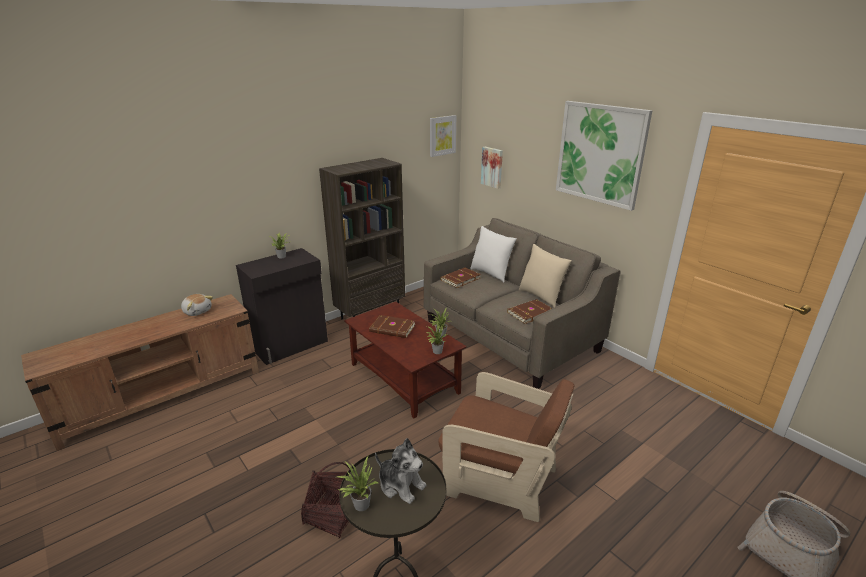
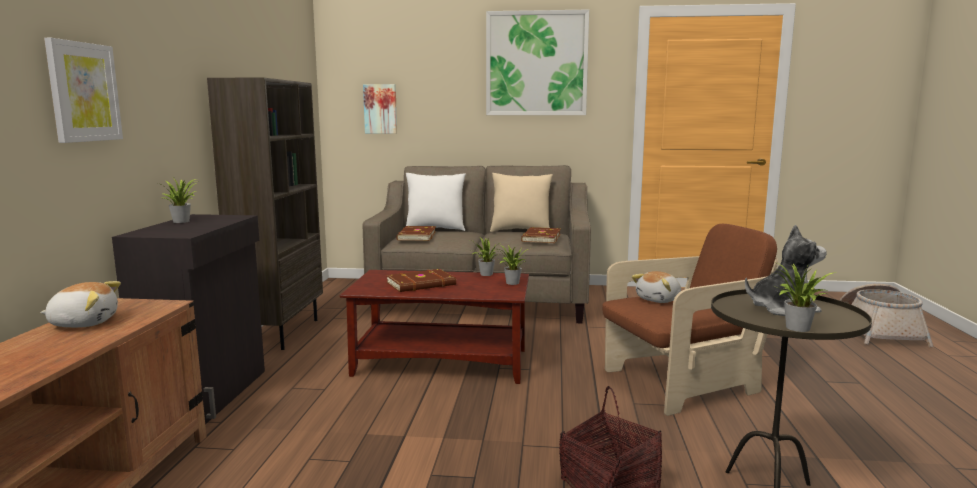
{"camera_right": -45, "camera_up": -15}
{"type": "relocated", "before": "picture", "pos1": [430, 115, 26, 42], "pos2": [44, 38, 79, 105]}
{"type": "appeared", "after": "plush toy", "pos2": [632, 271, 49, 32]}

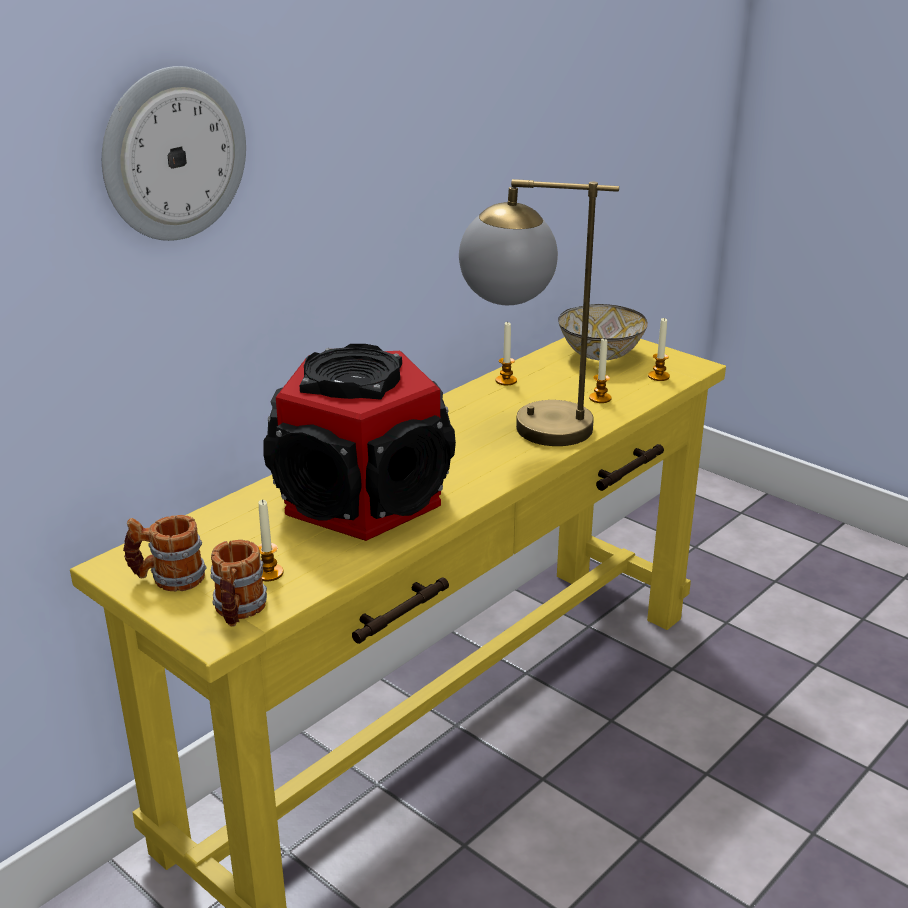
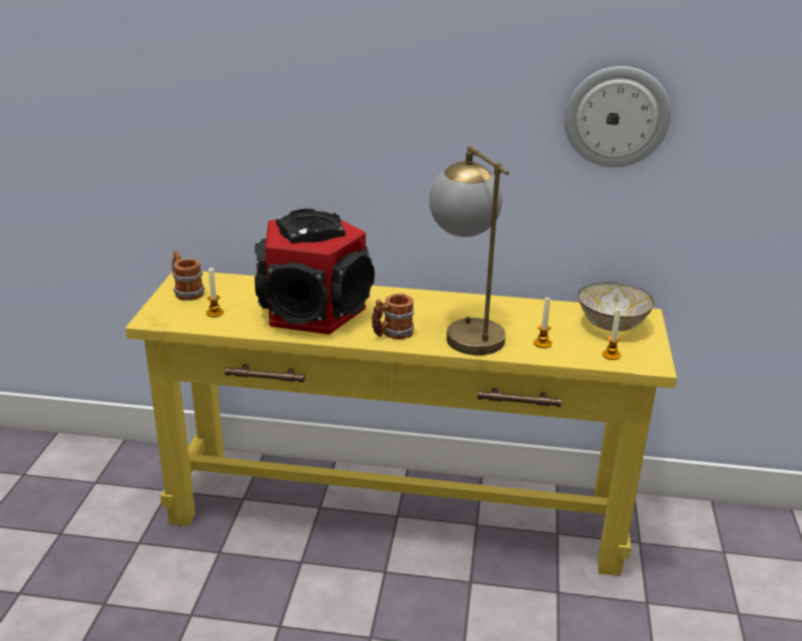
{"camera_right": 55, "camera_up": 0}
{"type": "relocated", "before": "wall clock", "pos1": [102, 66, 144, 175], "pos2": [565, 66, 106, 102]}
{"type": "relocated", "before": "mug", "pos1": [210, 540, 57, 86], "pos2": [372, 293, 42, 46]}
{"type": "missing", "before": "candle", "pos1": [496, 322, 21, 63]}

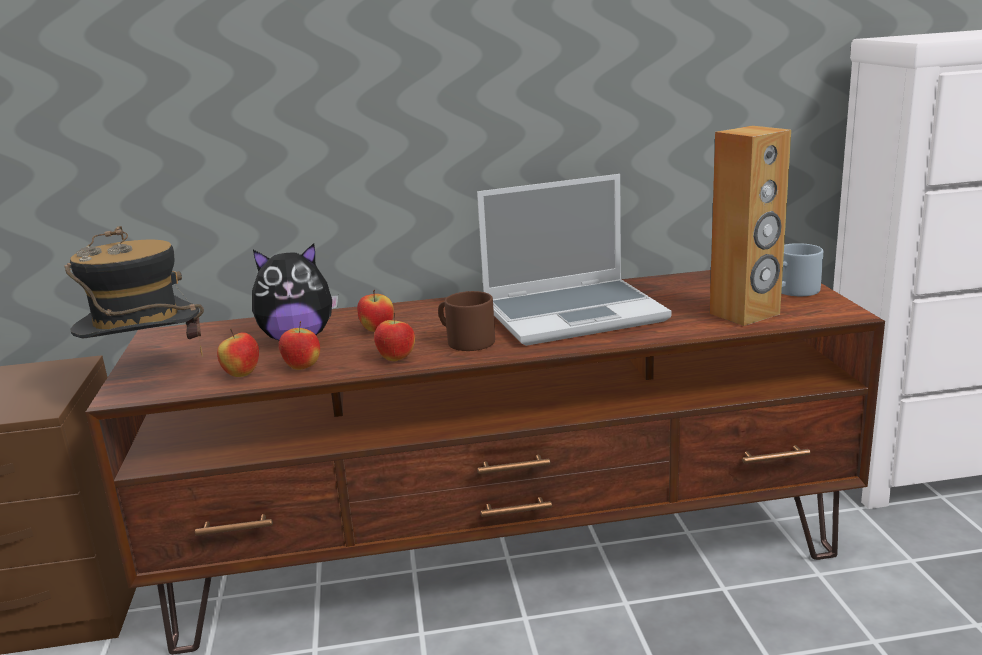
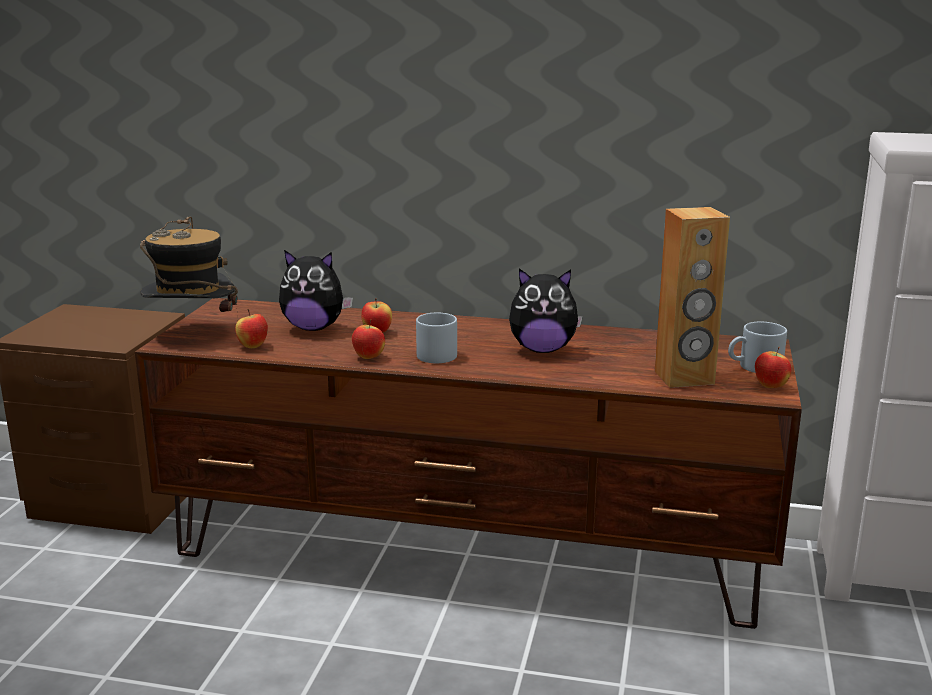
{"camera_right": 20, "camera_up": 0}
{"type": "relocated", "before": "apple", "pos1": [279, 321, 41, 49], "pos2": [755, 347, 36, 41]}
{"type": "colour", "before": "brown mug", "after": "grey mug", "pos1": [438, 291, 57, 60], "pos2": [416, 312, 41, 51]}
{"type": "exchanged", "before": "laptop", "after": "plush toy", "pos1": [477, 174, 194, 172], "pos2": [509, 269, 74, 84]}

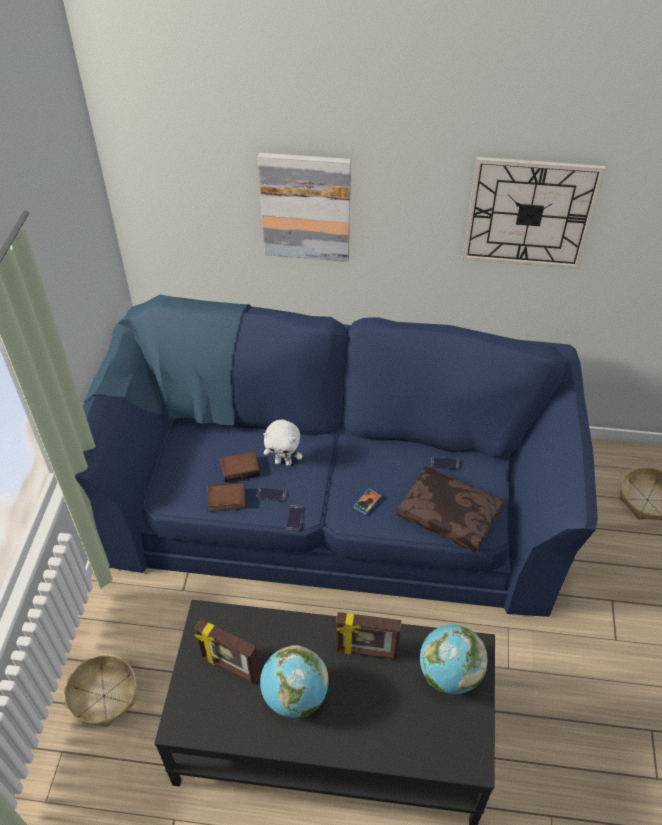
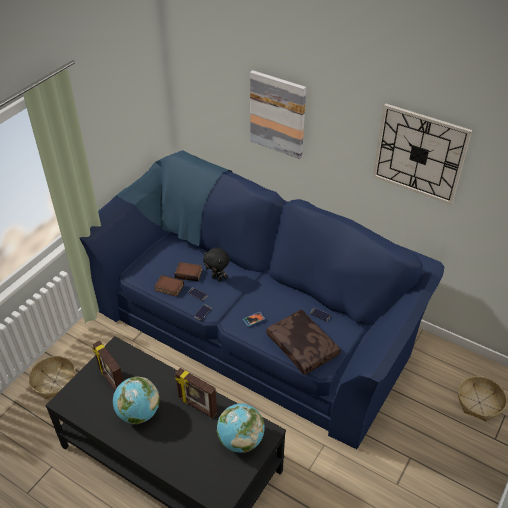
{"camera_right": 25, "camera_up": -5}
{"type": "colour", "before": "white plush toy", "after": "black plush toy", "pos1": [263, 420, 39, 46], "pos2": [203, 247, 27, 35]}

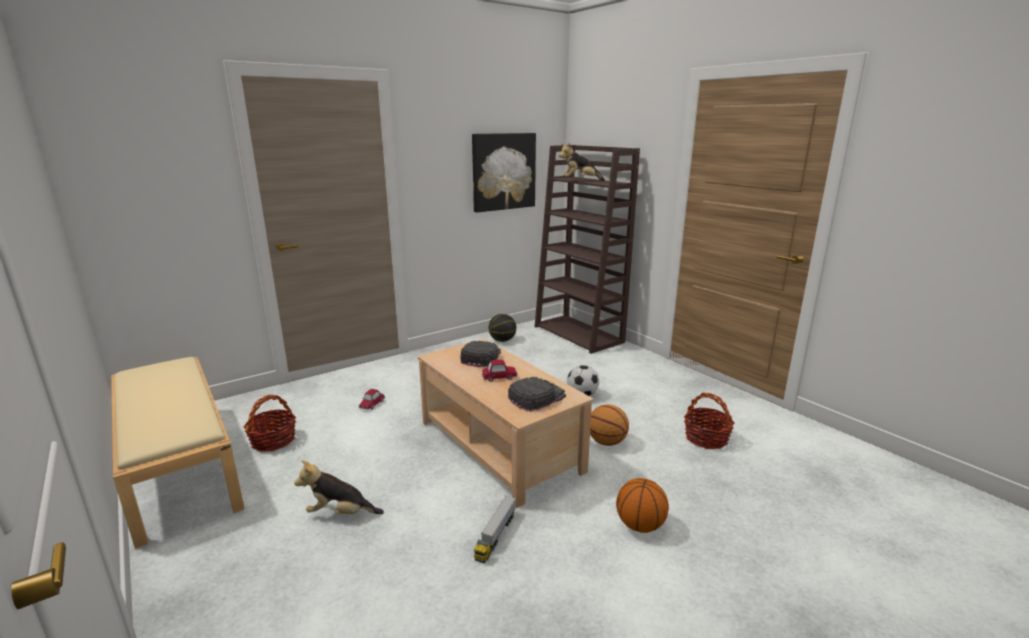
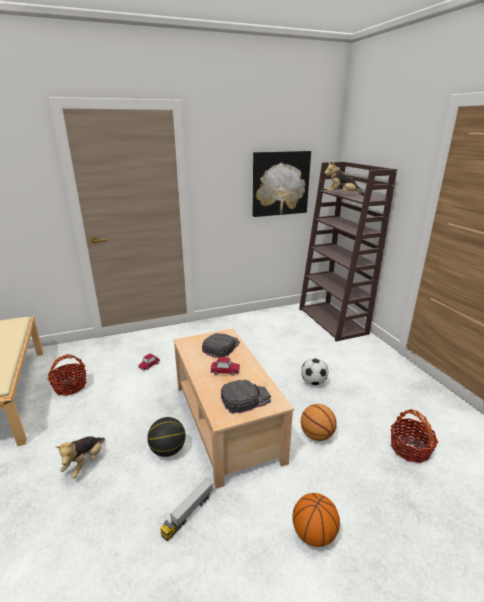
{"camera_right": 15, "camera_up": 5}
{"type": "spun", "before": "plush toy", "pos1": [294, 460, 90, 54], "pos2": [55, 436, 50, 42], "turn": -90}
{"type": "relocated", "before": "basketball", "pos1": [489, 314, 27, 28], "pos2": [147, 417, 39, 40]}

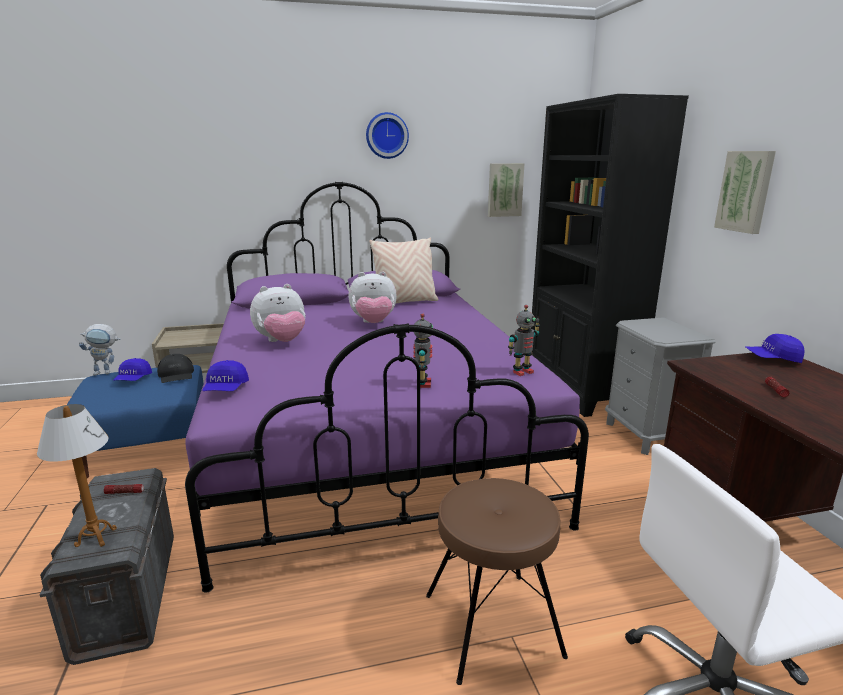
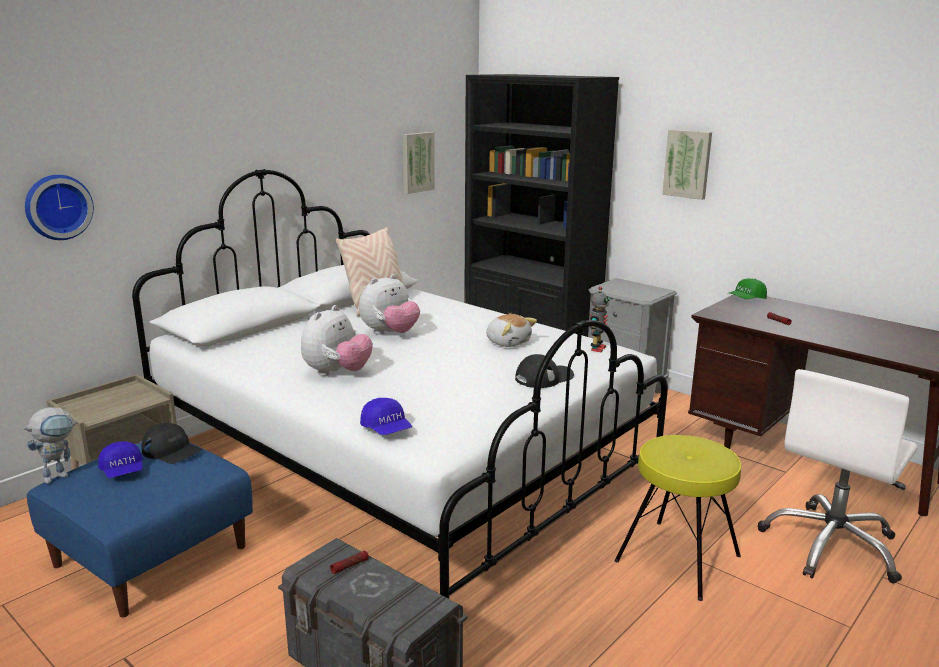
{"camera_right": -35, "camera_up": 0}
{"type": "missing", "before": "table lamp", "pos1": [37, 404, 80, 143]}
{"type": "colour", "before": "purple bed", "after": "white bed", "pos1": [185, 182, 404, 411], "pos2": [132, 169, 536, 430]}
{"type": "relocated", "before": "wall clock", "pos1": [366, 112, 43, 47], "pos2": [25, 175, 69, 65]}
{"type": "exchanged", "before": "toy robot", "after": "black cap", "pos1": [413, 313, 20, 75], "pos2": [515, 354, 59, 34]}
{"type": "colour", "before": "brown stool", "after": "yellow stool", "pos1": [426, 478, 142, 207], "pos2": [615, 435, 126, 166]}
{"type": "colour", "before": "blue cap", "after": "green cap", "pos1": [746, 334, 58, 29], "pos2": [729, 279, 38, 20]}
{"type": "appeared", "after": "plush toy", "pos2": [486, 314, 51, 33]}

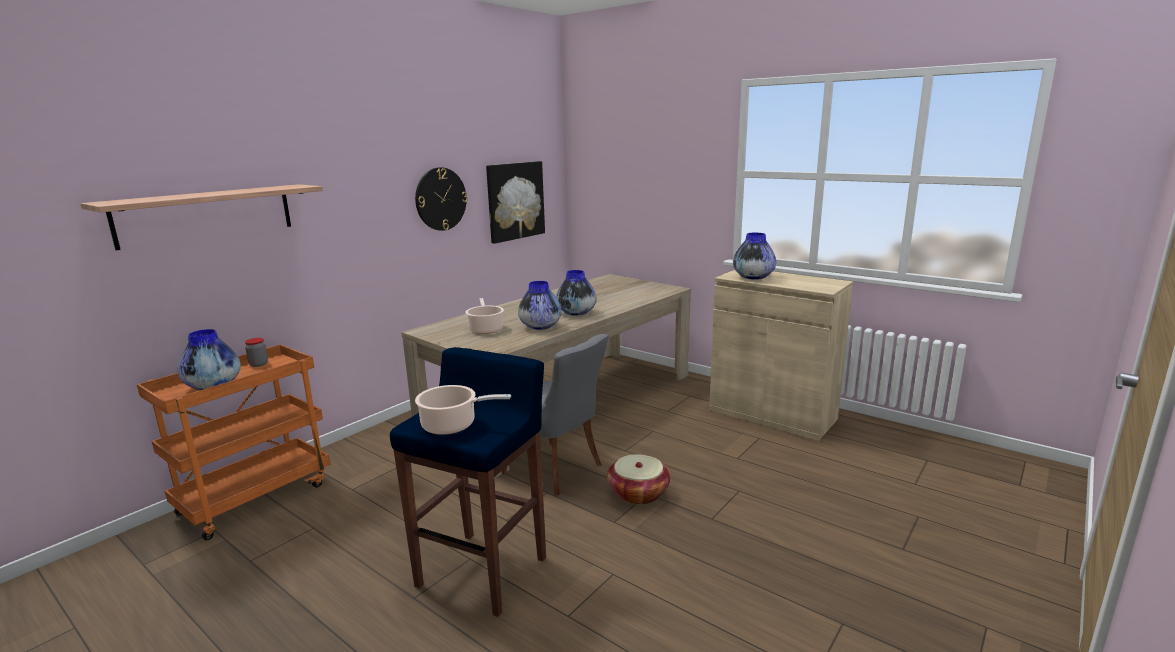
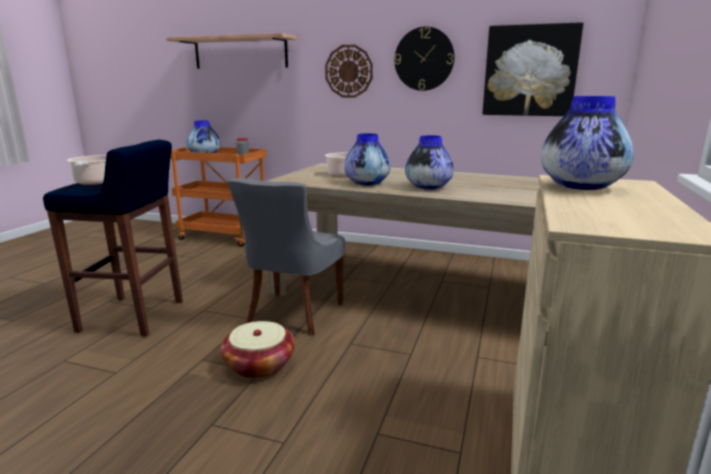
{"camera_right": 70, "camera_up": 0}
{"type": "appeared", "after": "wall clock", "pos2": [325, 45, 48, 53]}

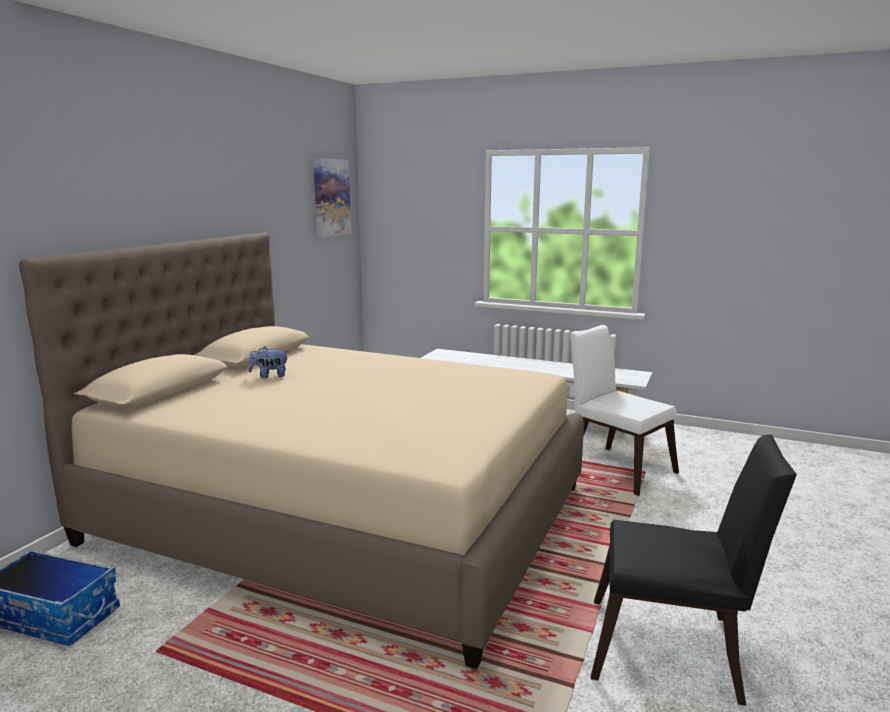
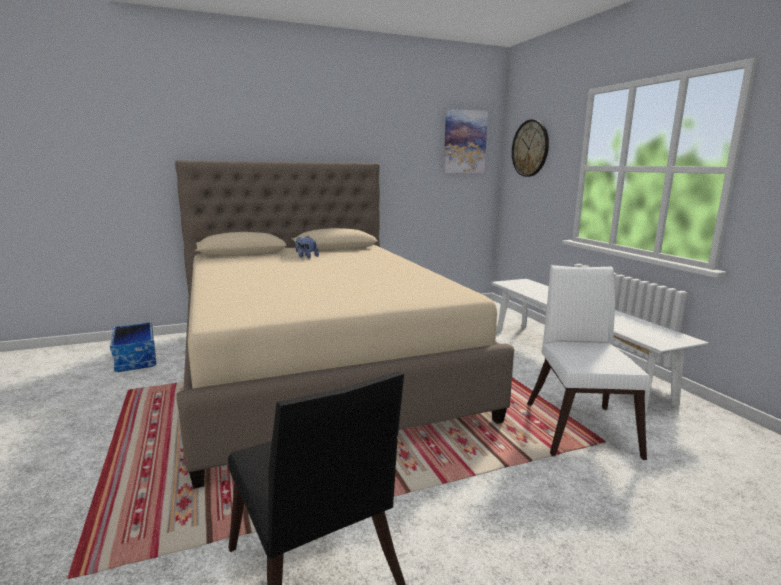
{"camera_right": 45, "camera_up": 0}
{"type": "appeared", "after": "wall clock", "pos2": [512, 119, 37, 58]}

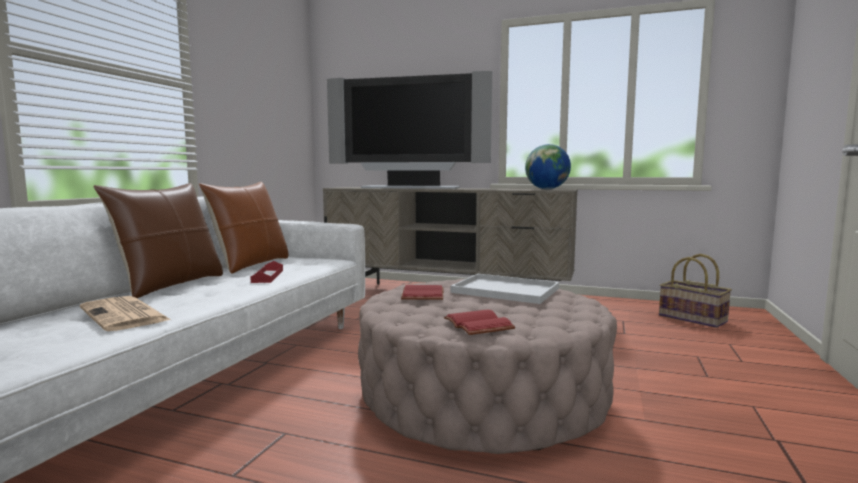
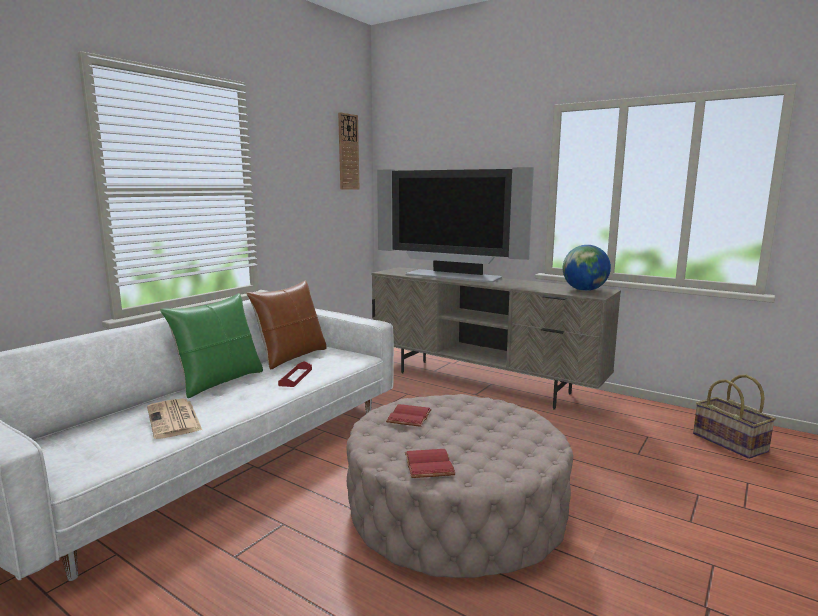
{"camera_right": 15, "camera_up": 5}
{"type": "colour", "before": "brown pillow", "after": "green pillow", "pos1": [93, 183, 130, 115], "pos2": [160, 293, 103, 105]}
{"type": "missing", "before": "white tray", "pos1": [451, 274, 108, 30]}
{"type": "appeared", "after": "wall clock", "pos2": [338, 112, 21, 78]}

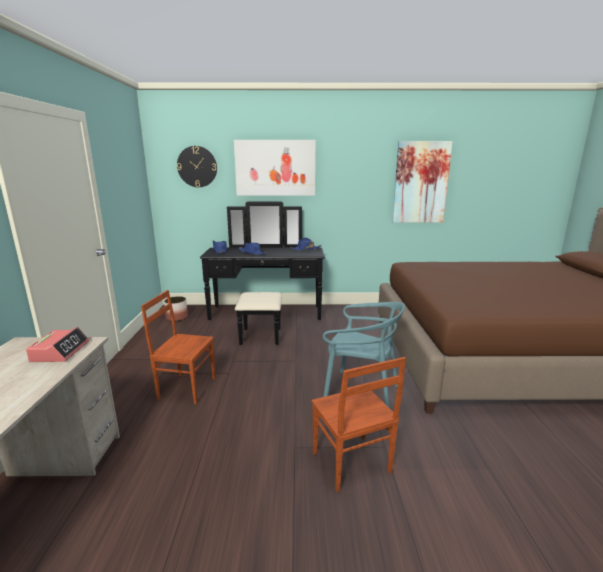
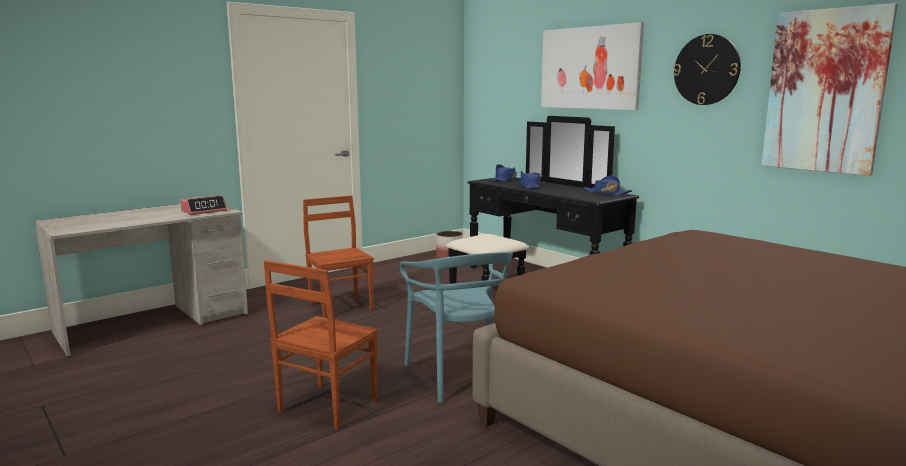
{"camera_right": 50, "camera_up": -5}
{"type": "relocated", "before": "wall clock", "pos1": [177, 146, 40, 41], "pos2": [673, 34, 68, 71]}

